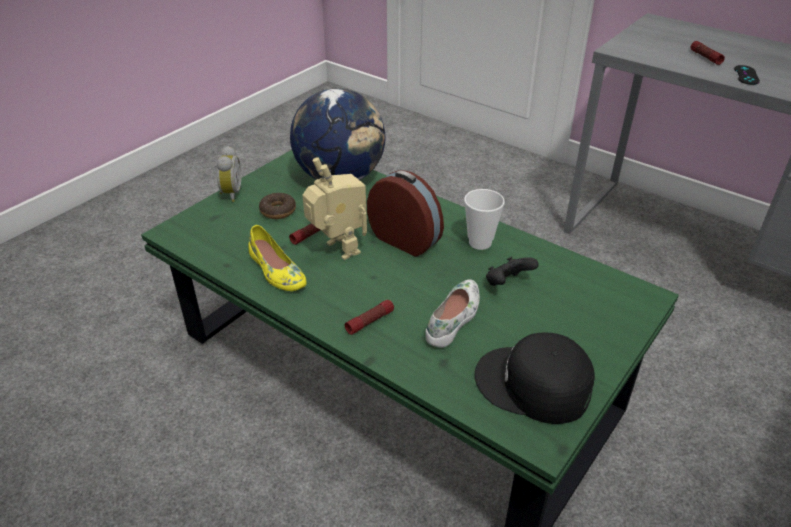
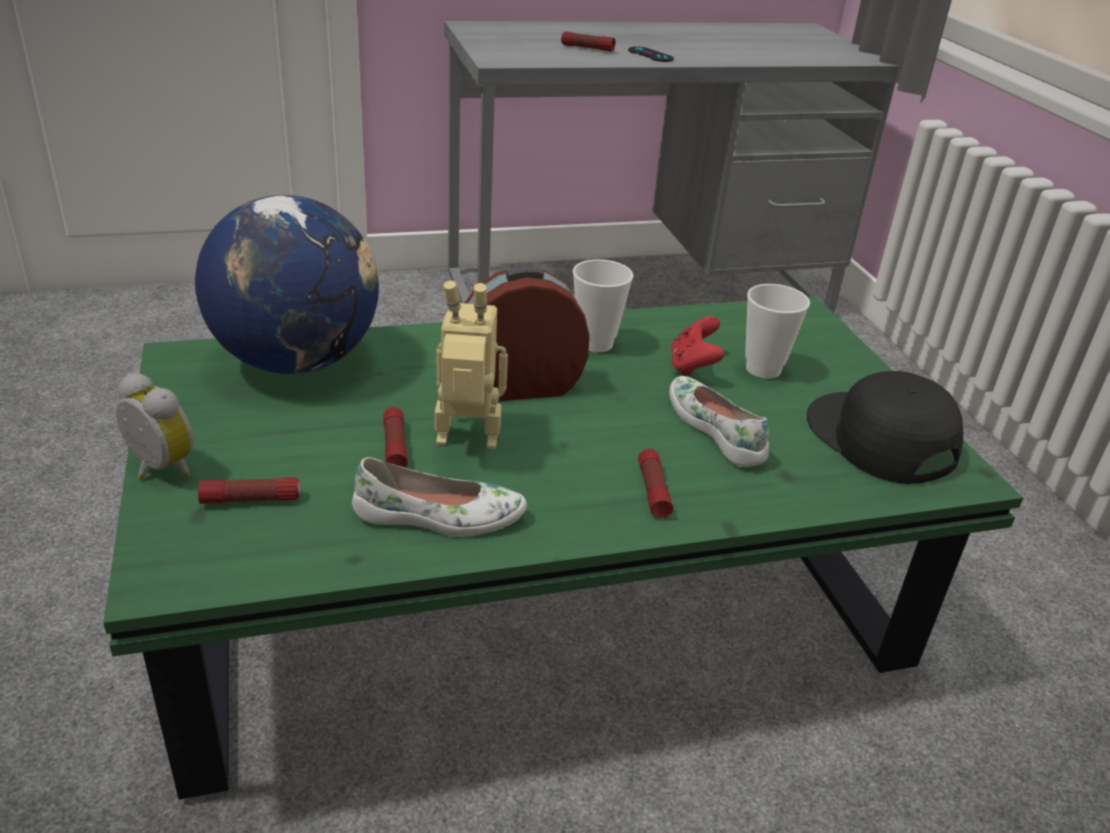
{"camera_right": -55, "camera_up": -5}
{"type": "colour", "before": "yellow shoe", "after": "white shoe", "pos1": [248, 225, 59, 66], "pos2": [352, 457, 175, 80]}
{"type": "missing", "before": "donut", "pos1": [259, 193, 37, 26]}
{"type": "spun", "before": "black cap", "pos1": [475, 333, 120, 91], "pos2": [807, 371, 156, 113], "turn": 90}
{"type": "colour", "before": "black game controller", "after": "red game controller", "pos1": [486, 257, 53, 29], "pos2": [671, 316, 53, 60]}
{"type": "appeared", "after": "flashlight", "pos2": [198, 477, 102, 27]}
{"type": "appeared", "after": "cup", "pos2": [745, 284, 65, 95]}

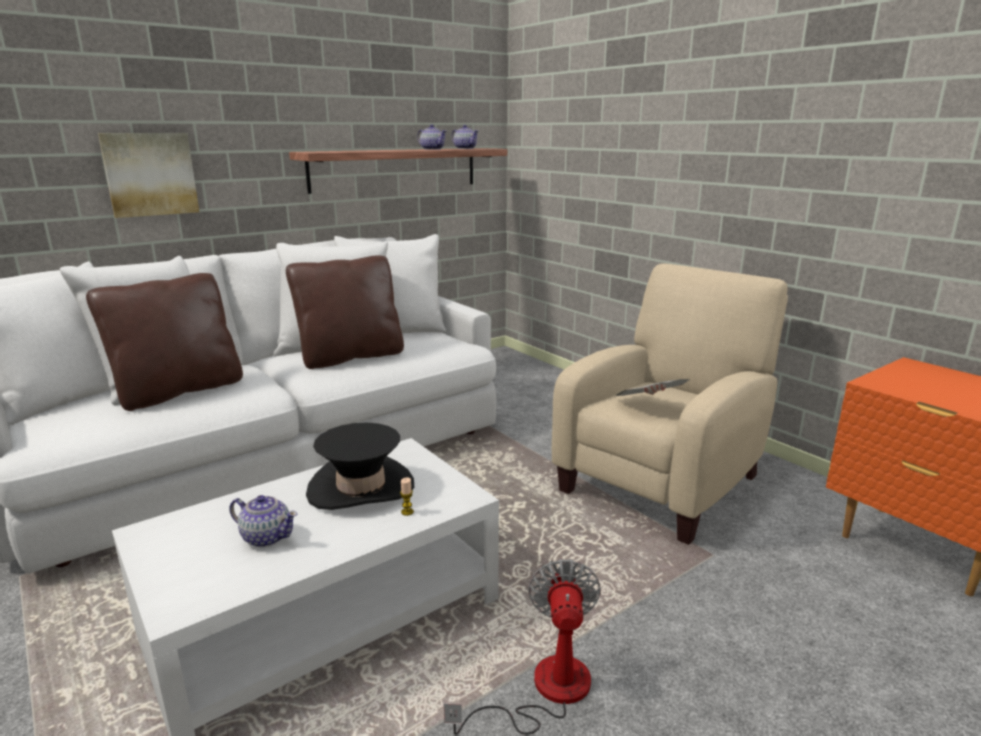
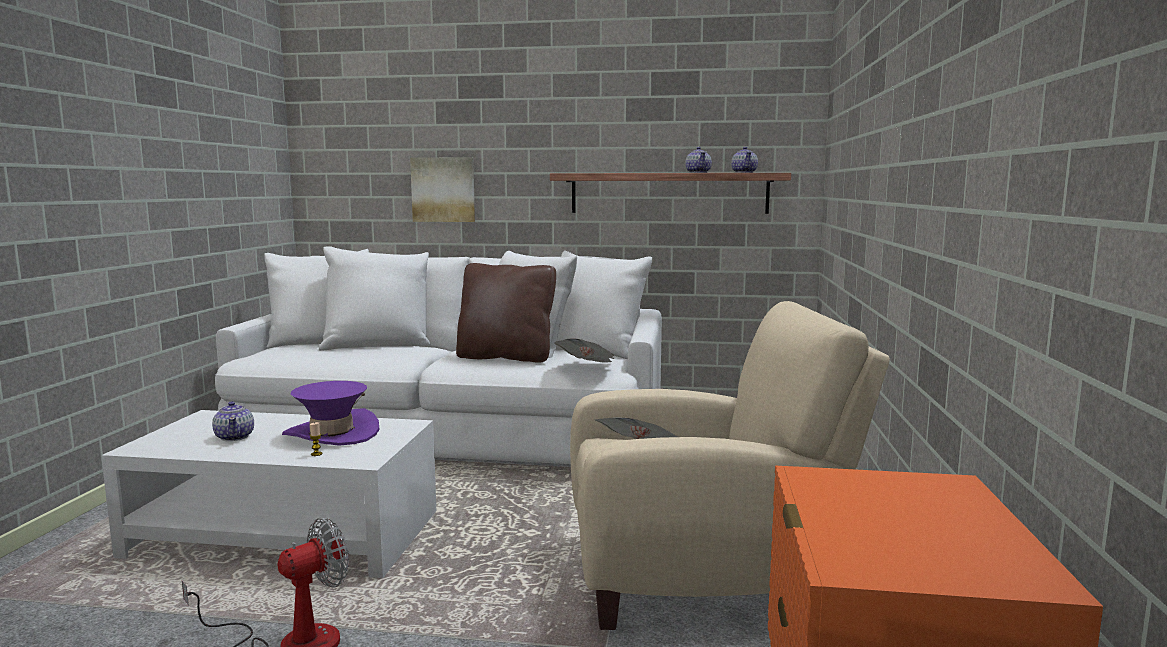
{"camera_right": 45, "camera_up": -10}
{"type": "missing", "before": "brown pillow", "pos1": [86, 273, 157, 138]}
{"type": "colour", "before": "black hat", "after": "purple hat", "pos1": [306, 423, 108, 87], "pos2": [282, 381, 98, 65]}
{"type": "appeared", "after": "newspaper", "pos2": [554, 339, 61, 24]}

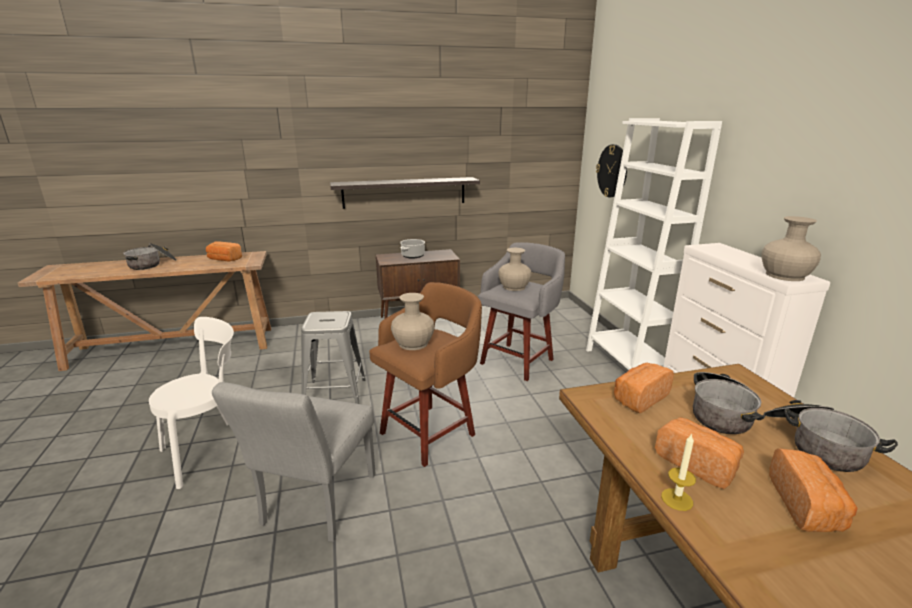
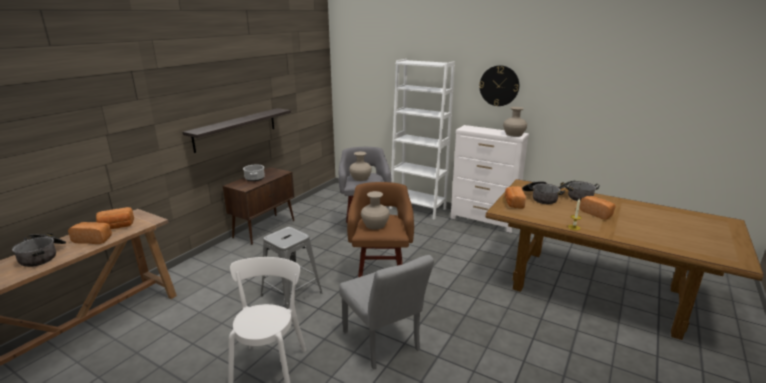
{"camera_right": -45, "camera_up": 0}
{"type": "relocated", "before": "wall clock", "pos1": [596, 144, 31, 53], "pos2": [479, 65, 40, 41]}
{"type": "relocated", "before": "bread", "pos1": [655, 417, 89, 72], "pos2": [68, 222, 44, 22]}

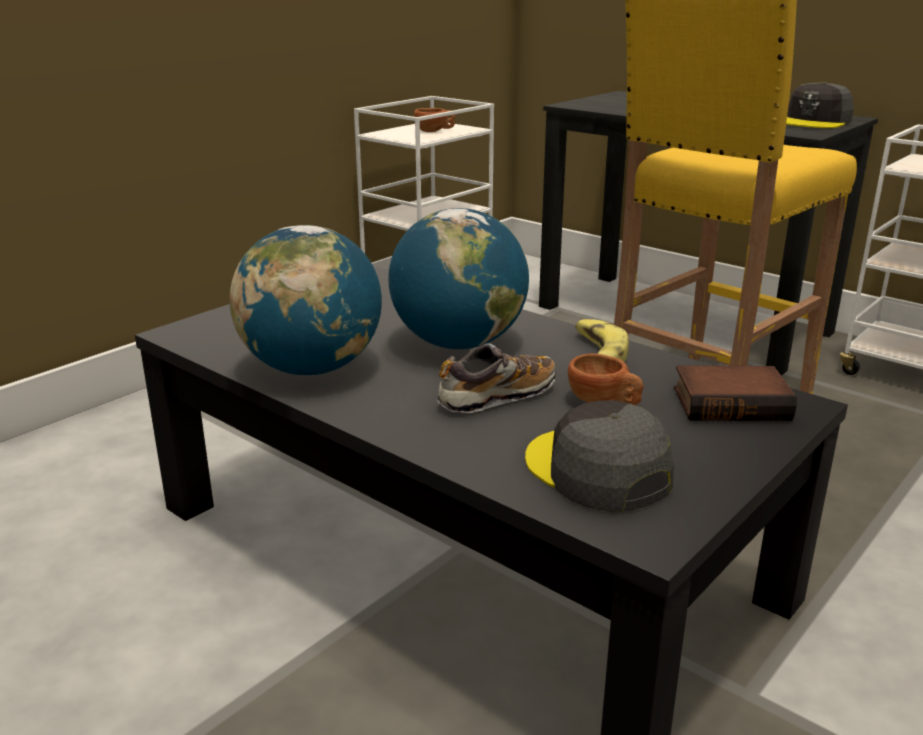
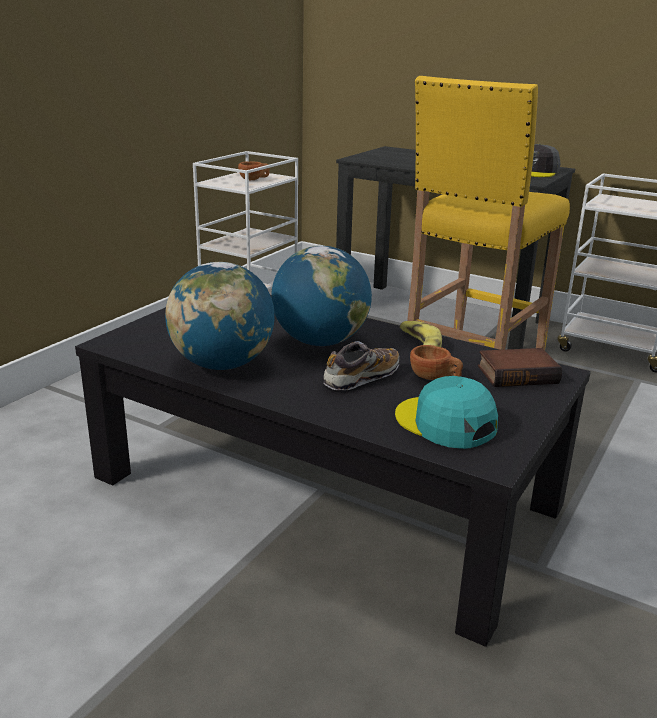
{"camera_right": -10, "camera_up": 0}
{"type": "colour", "before": "grey cap", "after": "turquoise cap", "pos1": [525, 400, 149, 112], "pos2": [395, 376, 103, 73]}

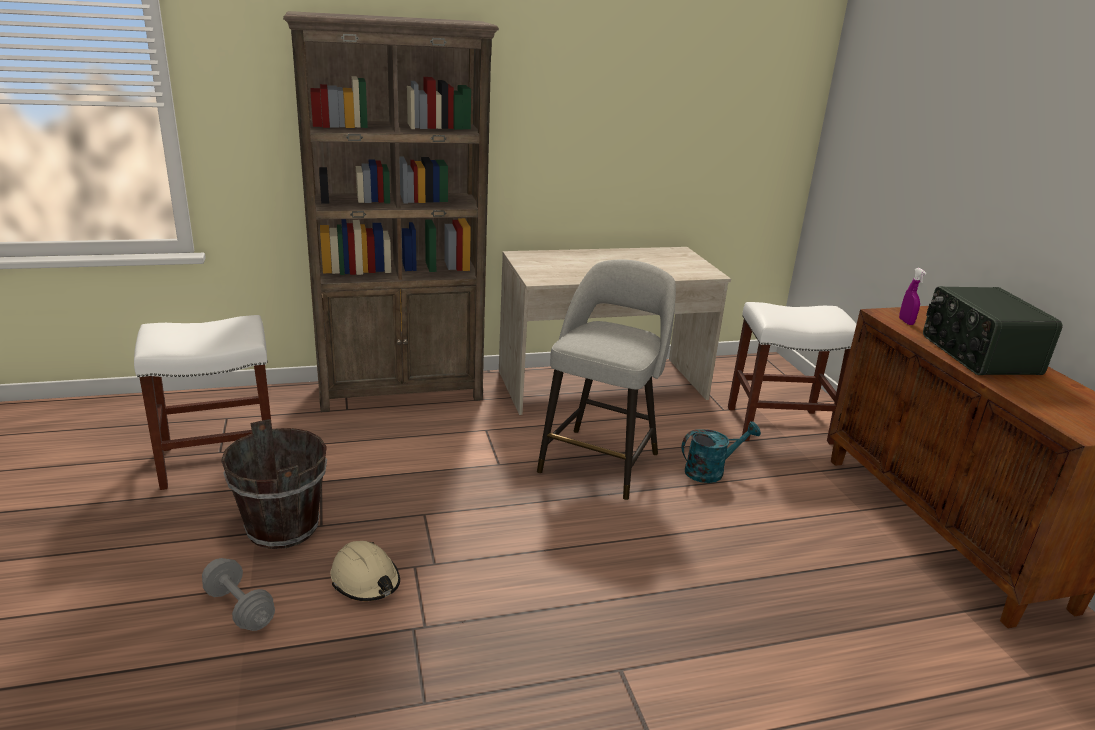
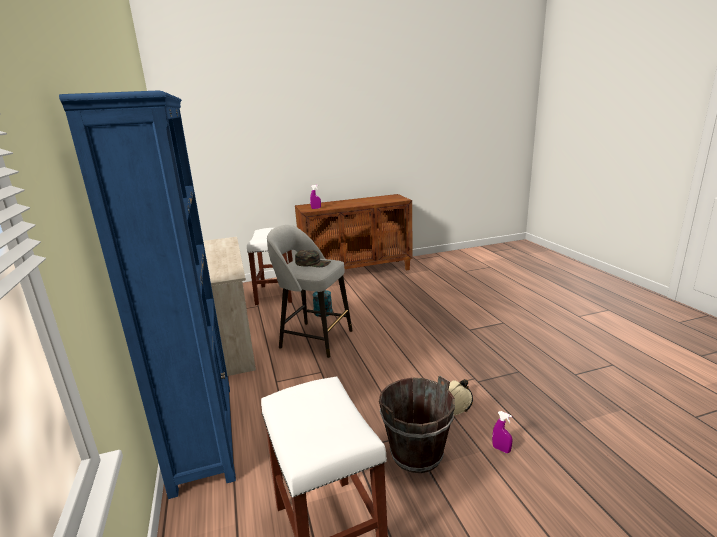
{"camera_right": -90, "camera_up": -5}
{"type": "exchanged", "before": "grey dumbbell", "after": "purple spray bottle", "pos1": [202, 558, 73, 73], "pos2": [492, 411, 20, 42]}
{"type": "colour", "before": "brown bookcase", "after": "blue bookcase", "pos1": [283, 11, 216, 401], "pos2": [59, 90, 177, 409]}
{"type": "missing", "before": "radio", "pos1": [923, 286, 140, 89]}
{"type": "appeared", "after": "green cap", "pos2": [295, 250, 36, 17]}

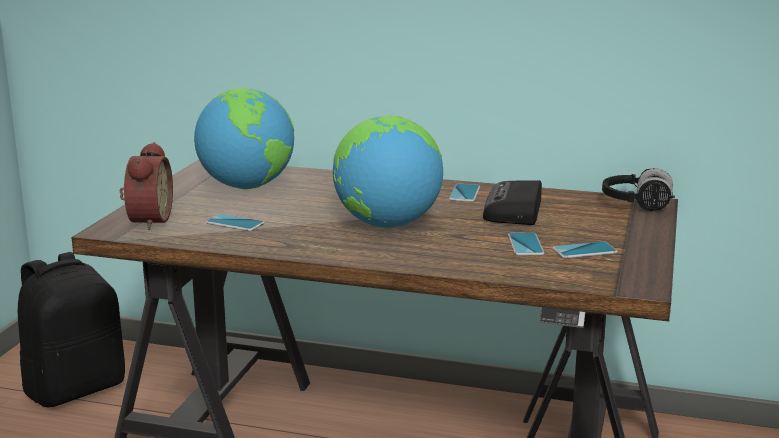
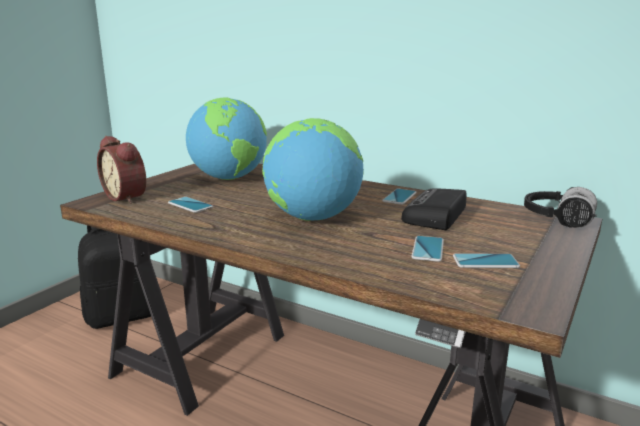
{"camera_right": 15, "camera_up": 0}
{"type": "spun", "before": "alarm clock", "pos1": [120, 142, 53, 88], "pos2": [97, 136, 49, 68], "turn": 120}

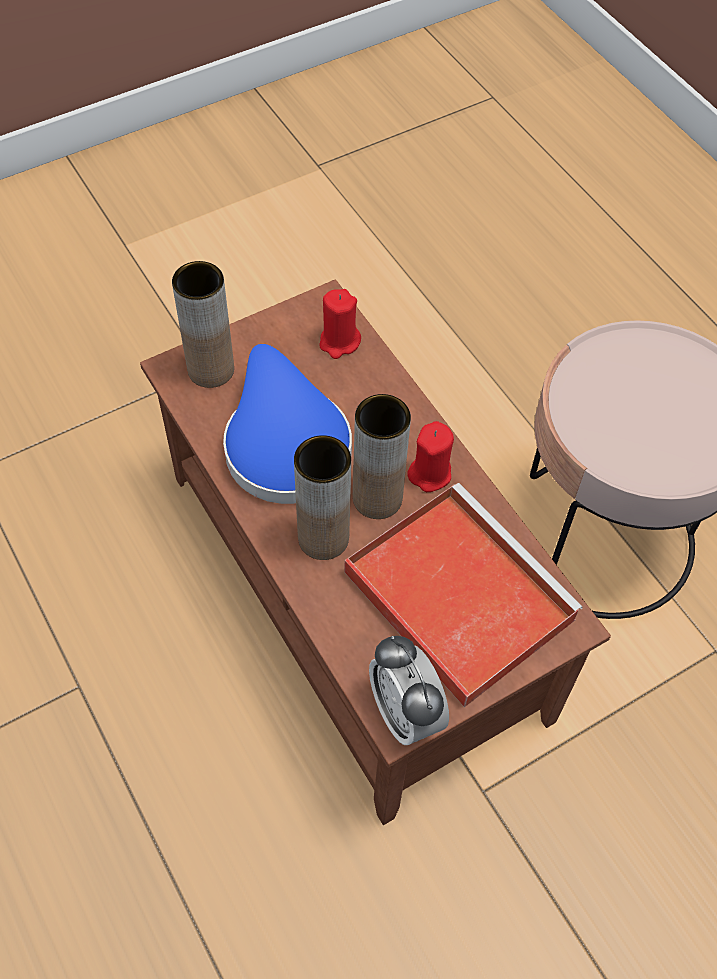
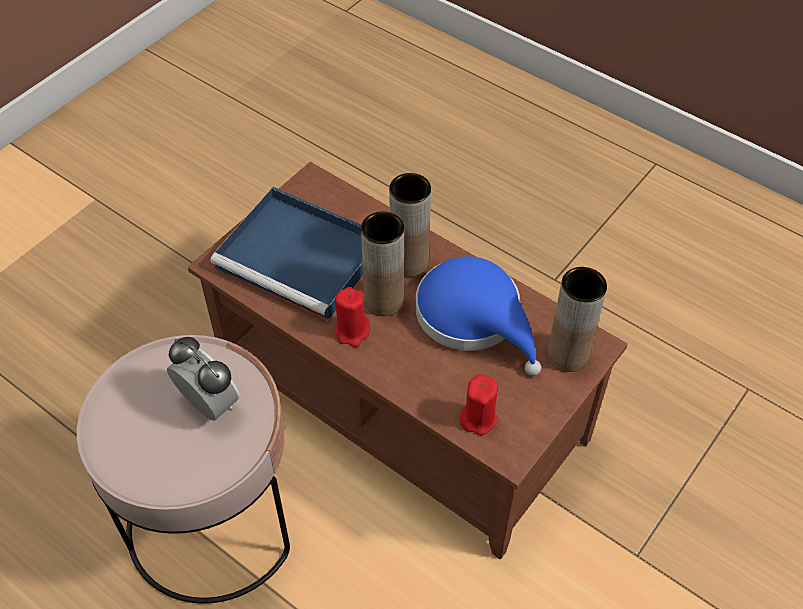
{"camera_right": 160, "camera_up": -5}
{"type": "colour", "before": "red tray", "after": "blue tray", "pos1": [344, 483, 238, 224], "pos2": [210, 187, 153, 134]}
{"type": "relocated", "before": "alarm clock", "pos1": [369, 636, 80, 109], "pos2": [167, 337, 73, 84]}

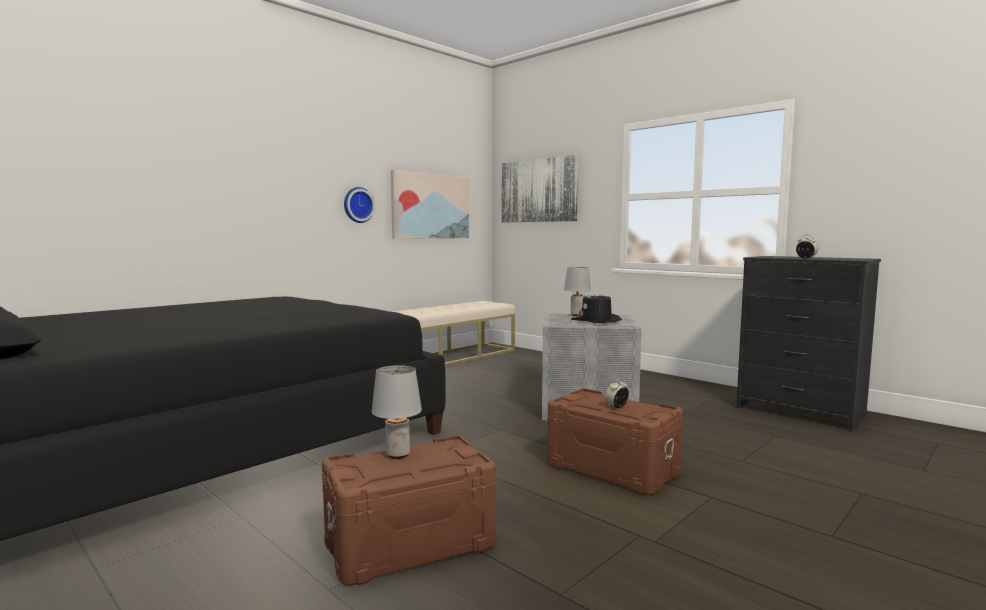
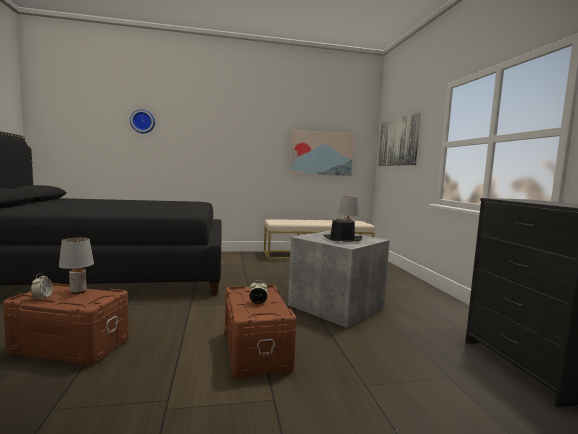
{"camera_right": 35, "camera_up": 0}
{"type": "relocated", "before": "wall clock", "pos1": [344, 187, 31, 36], "pos2": [130, 109, 25, 24]}
{"type": "relocated", "before": "alarm clock", "pos1": [796, 234, 23, 24], "pos2": [31, 273, 22, 27]}

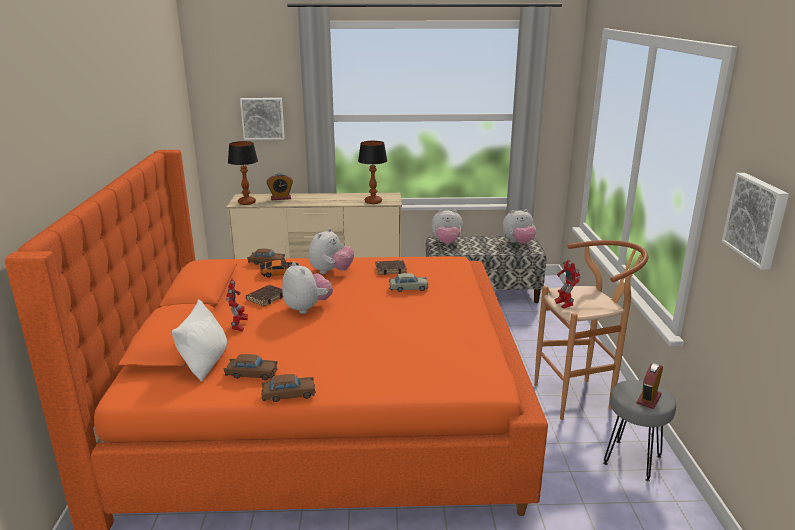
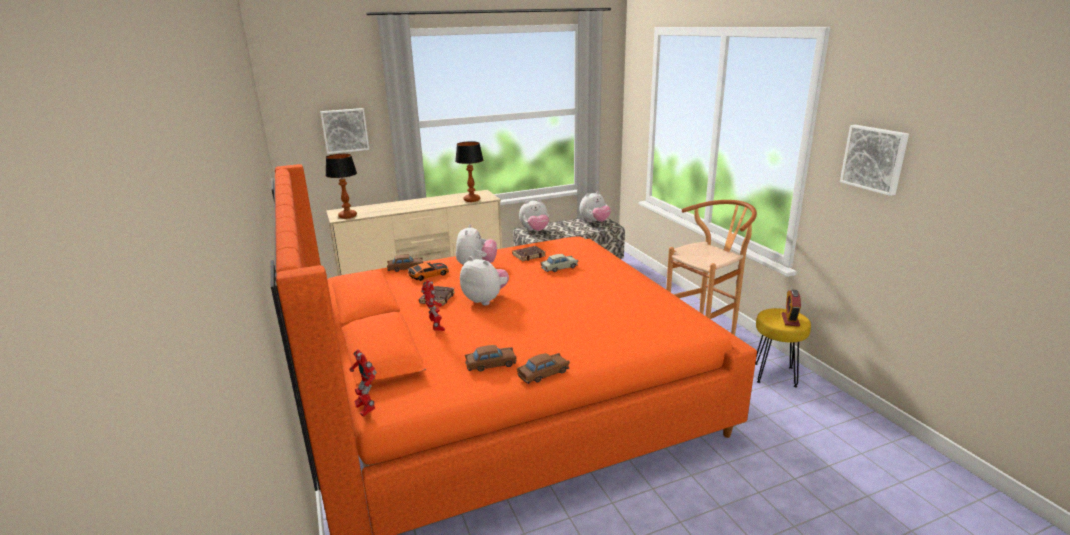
{"camera_right": -20, "camera_up": 0}
{"type": "missing", "before": "white pillow", "pos1": [172, 299, 55, 82]}
{"type": "missing", "before": "alarm clock", "pos1": [267, 173, 26, 27]}
{"type": "relocated", "before": "toy robot", "pos1": [554, 260, 27, 49], "pos2": [349, 349, 28, 68]}
{"type": "colour", "before": "grey stool", "after": "yellow stool", "pos1": [603, 380, 73, 102], "pos2": [755, 308, 56, 79]}

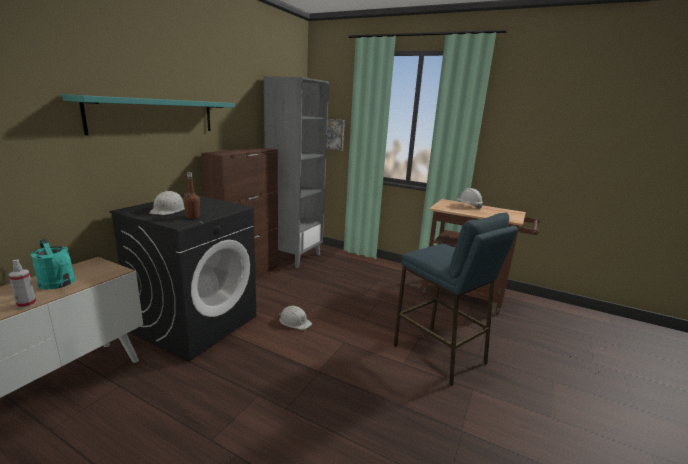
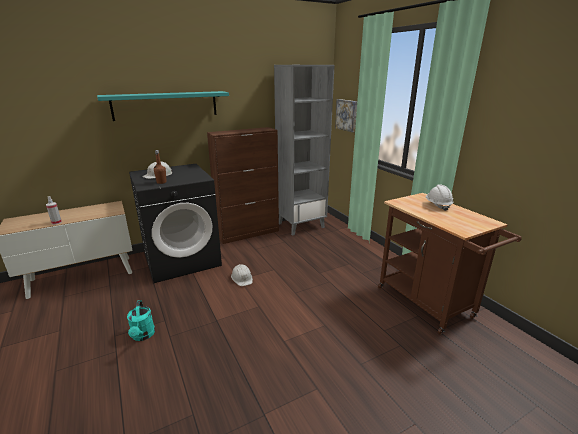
{"camera_right": 35, "camera_up": 5}
{"type": "relocated", "before": "turquoise watering can", "pos1": [31, 239, 44, 50], "pos2": [127, 300, 28, 41]}
{"type": "missing", "before": "blue stool", "pos1": [394, 213, 124, 173]}

